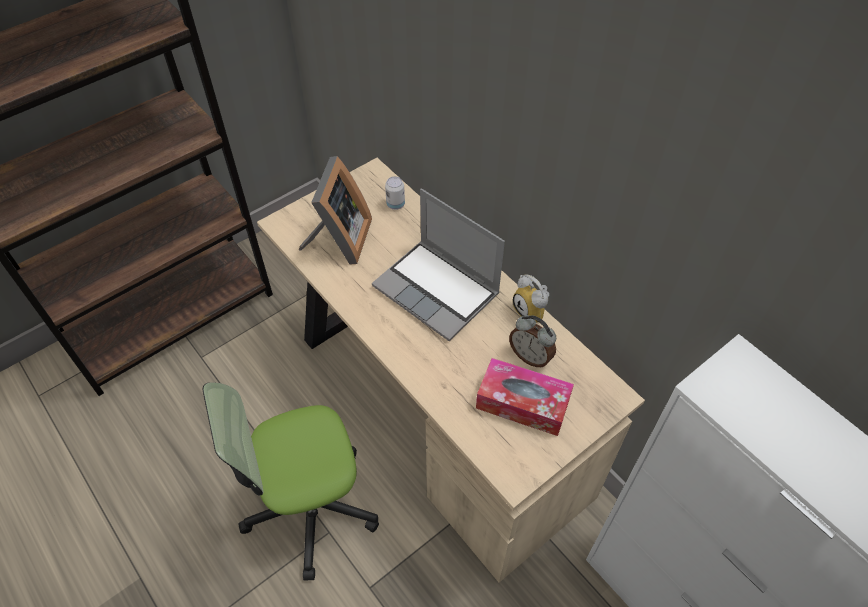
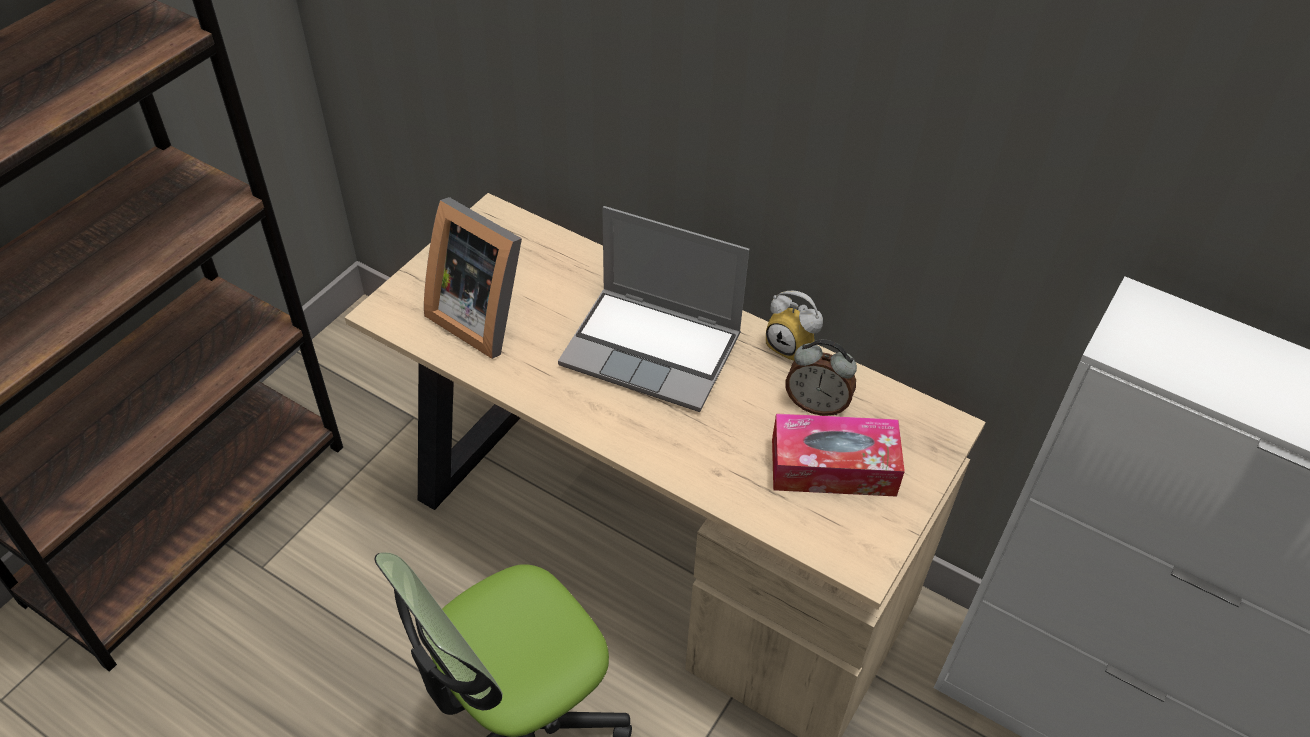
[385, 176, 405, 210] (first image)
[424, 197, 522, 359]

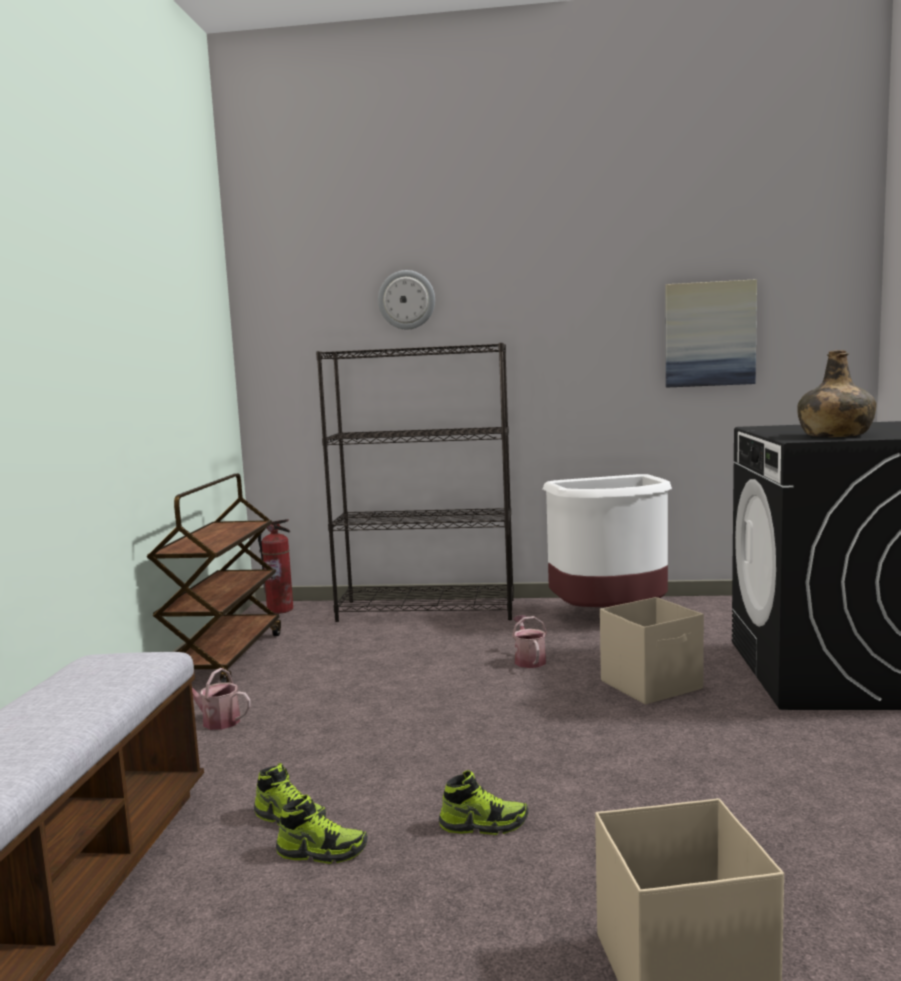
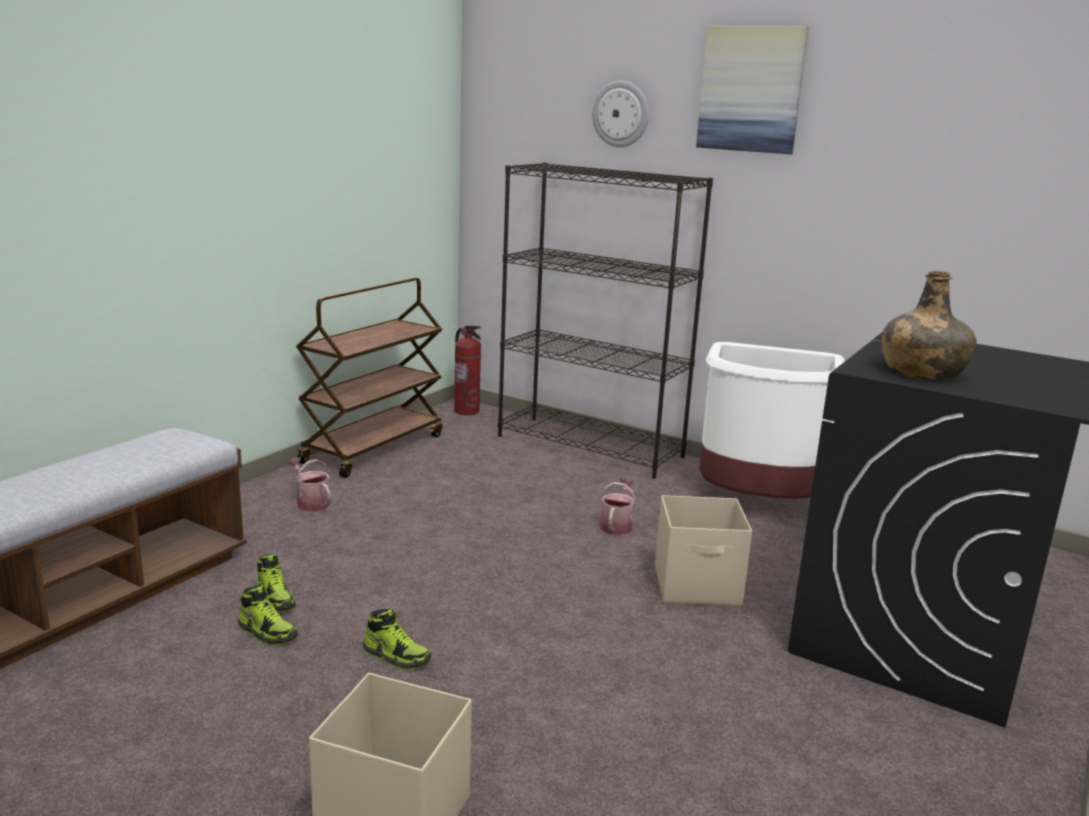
[696, 26, 809, 154]

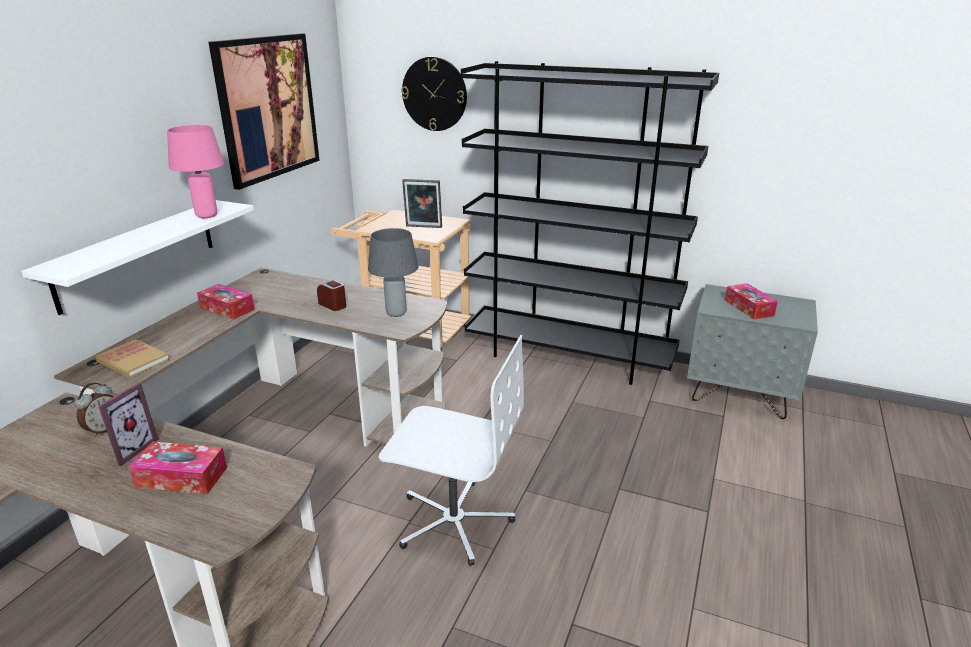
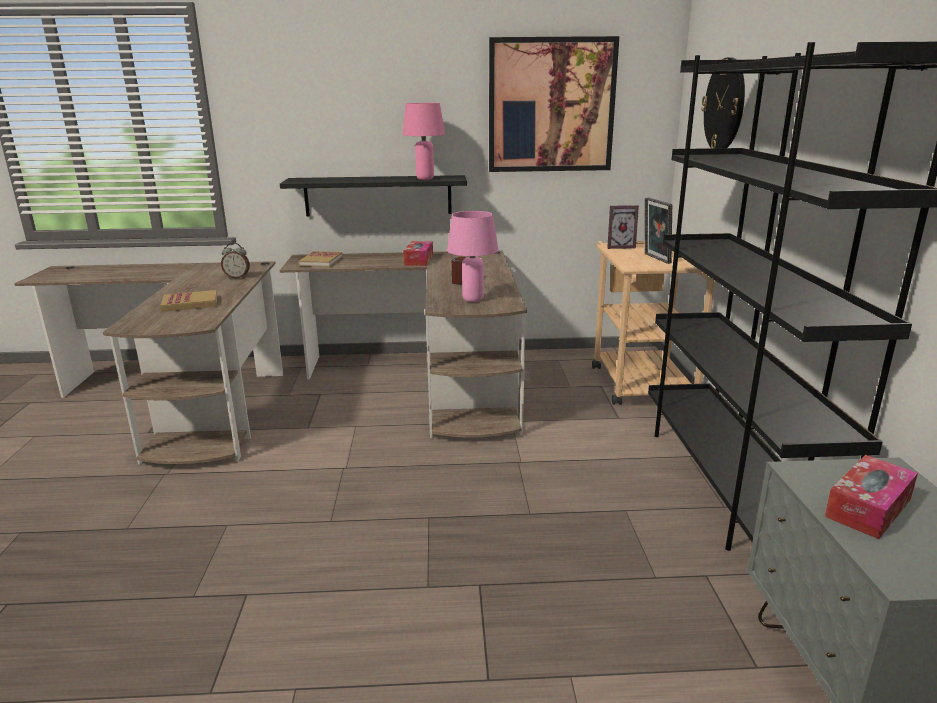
[379, 335, 524, 566] (first image)
[607, 205, 639, 249]
[160, 290, 217, 312]
[280, 175, 467, 217]
[447, 211, 498, 302]

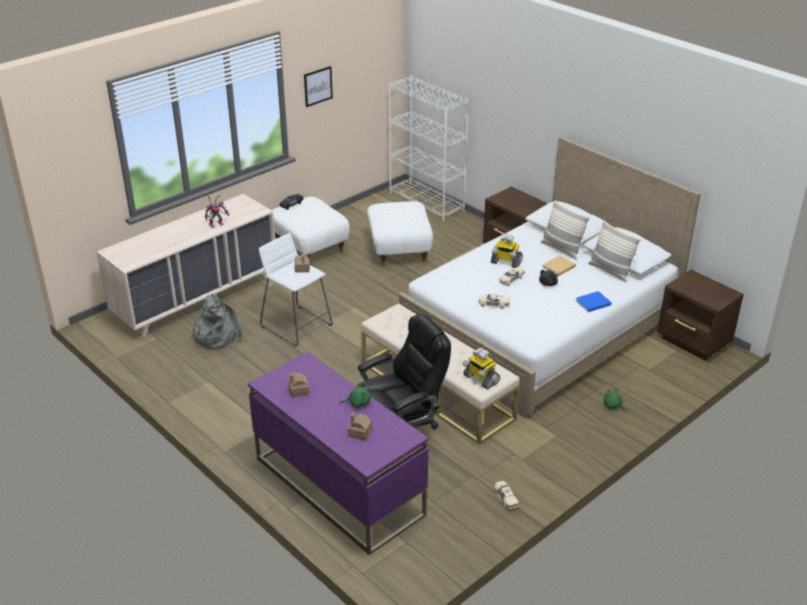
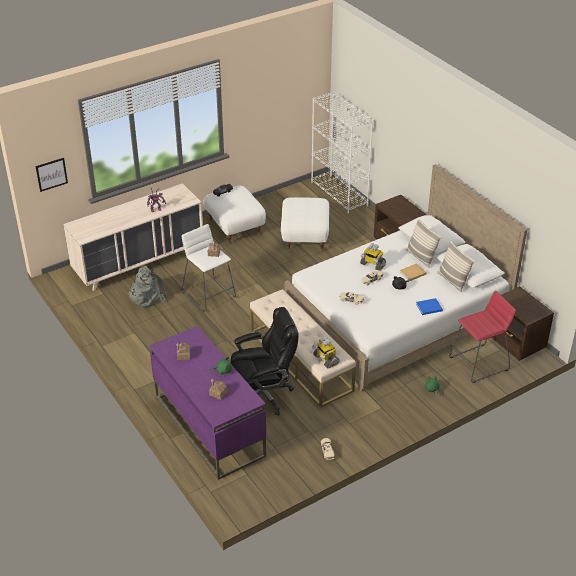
[449, 291, 516, 383]
[35, 158, 68, 192]

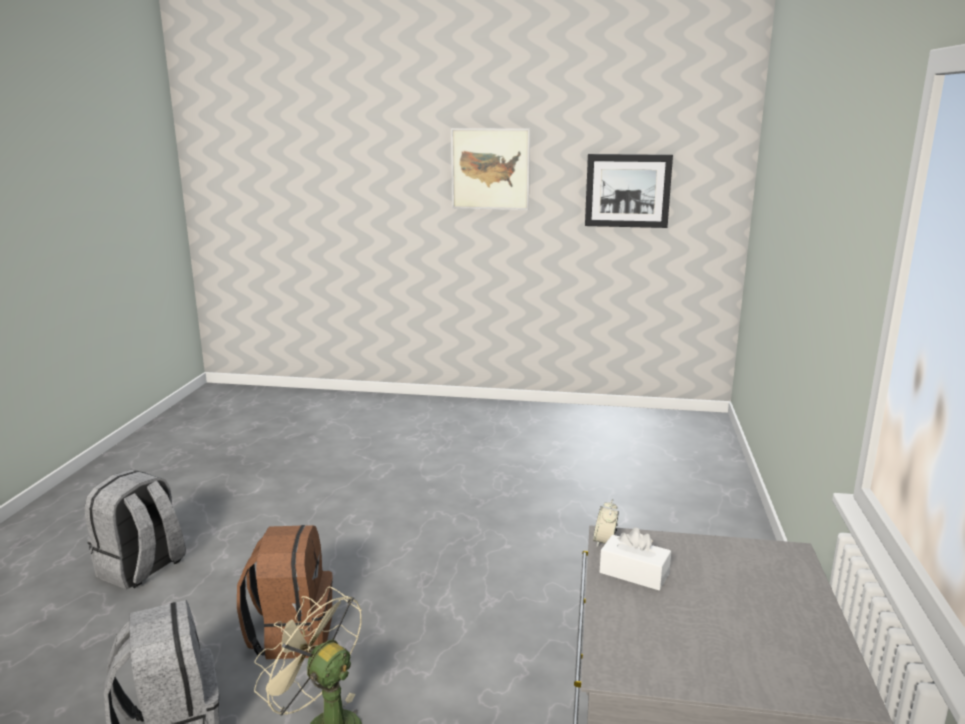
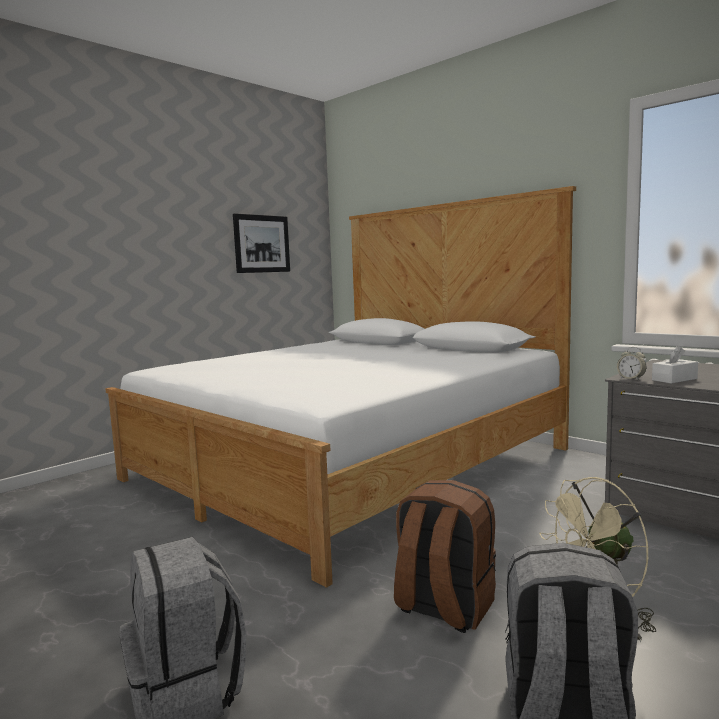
[451, 128, 530, 210] (first image)
[105, 186, 576, 588]

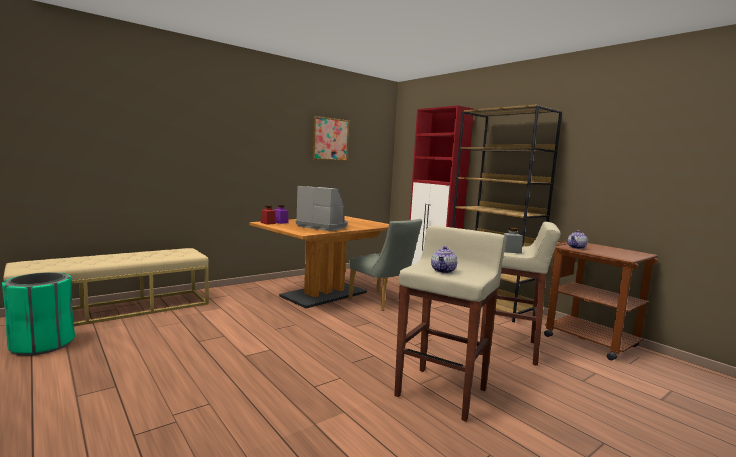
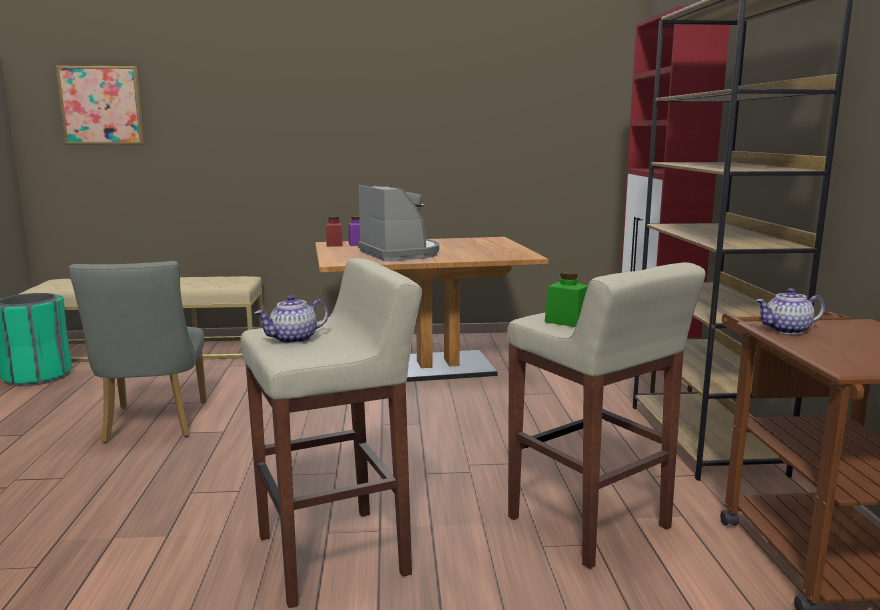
[56, 66, 144, 145]
[69, 261, 207, 443]
[545, 271, 588, 327]

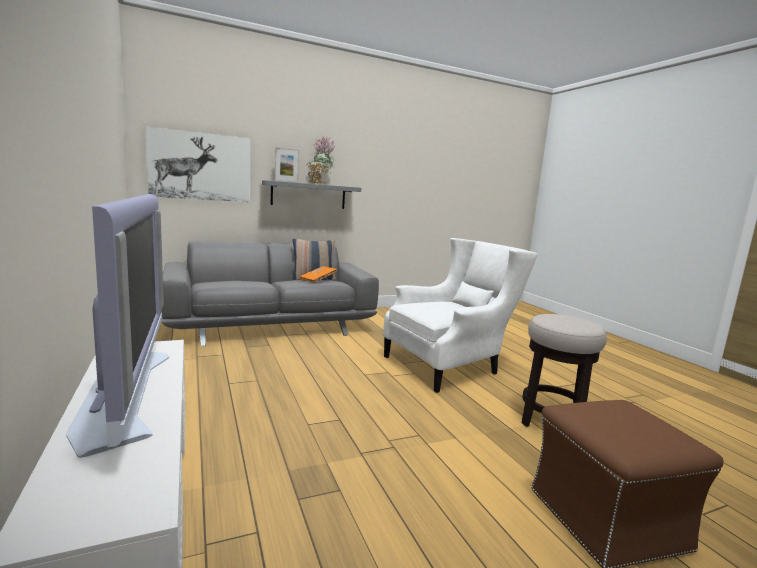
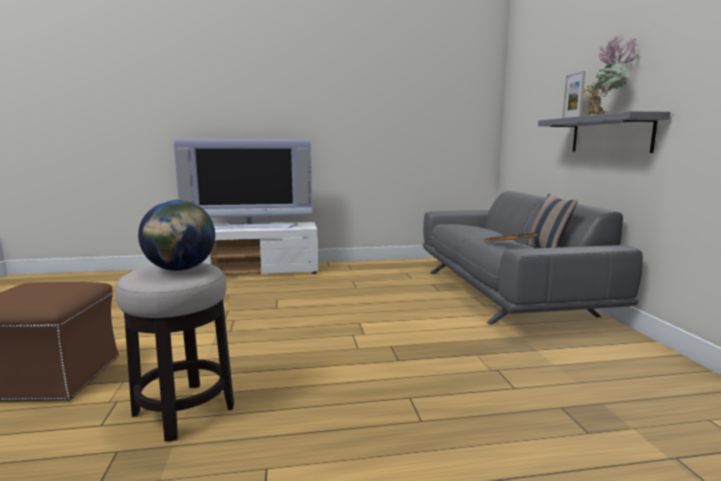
[146, 127, 251, 203] (first image)
[383, 238, 537, 393] (first image)
[138, 200, 215, 271]

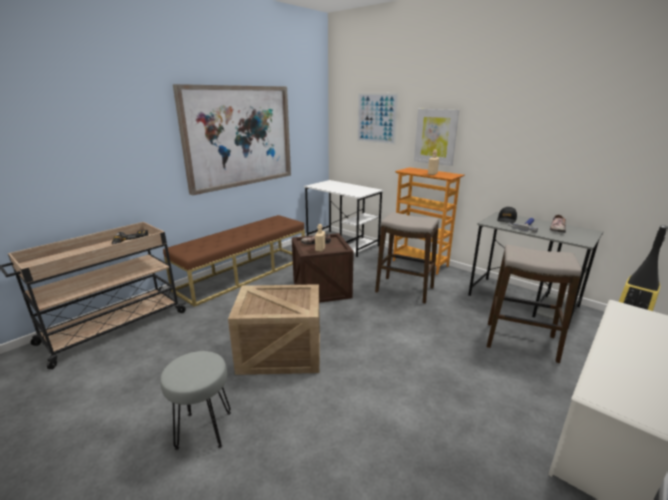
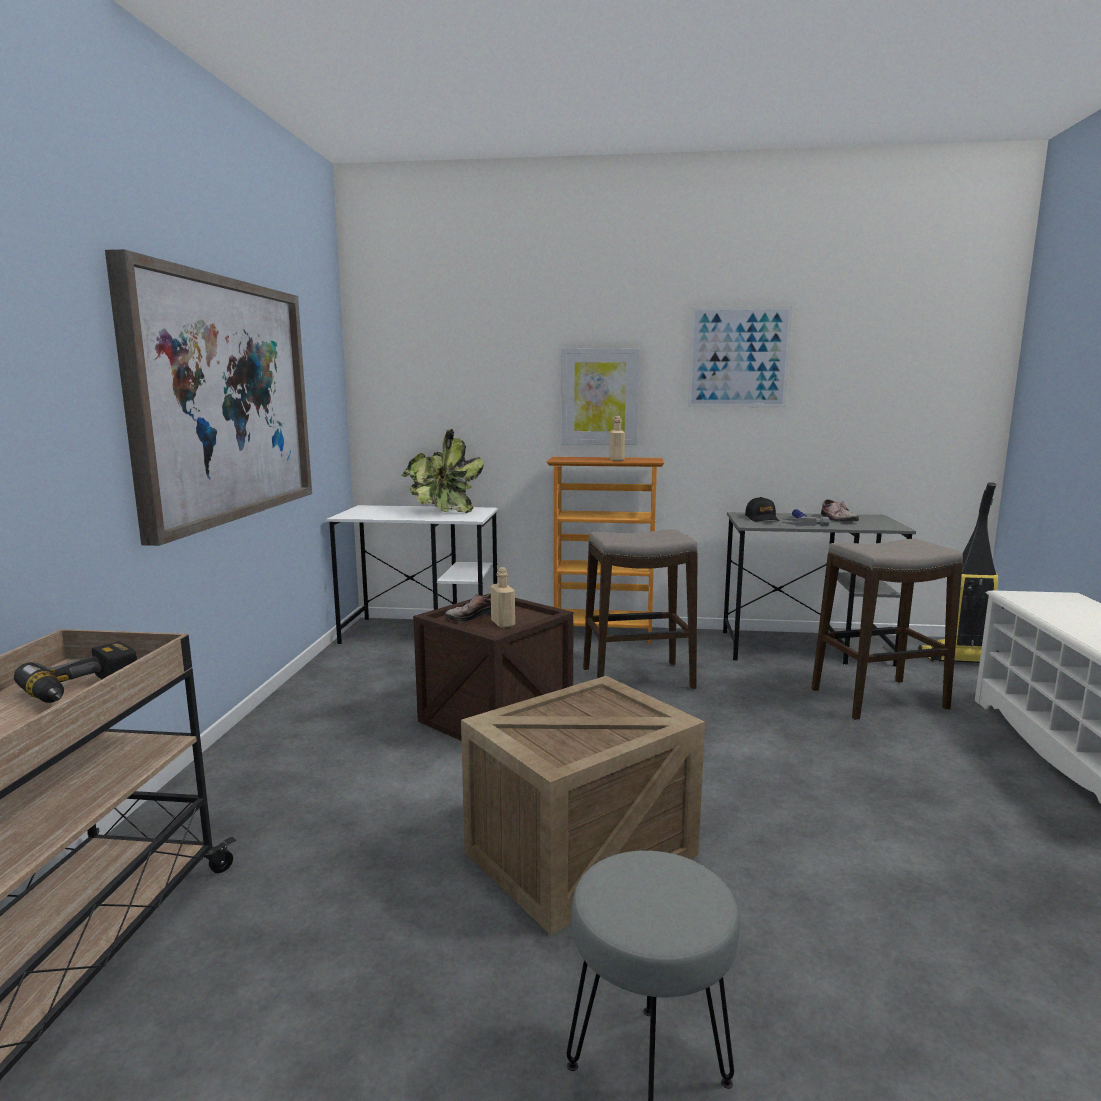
[163, 215, 305, 307] (first image)
[401, 428, 484, 513]
[688, 306, 792, 407]

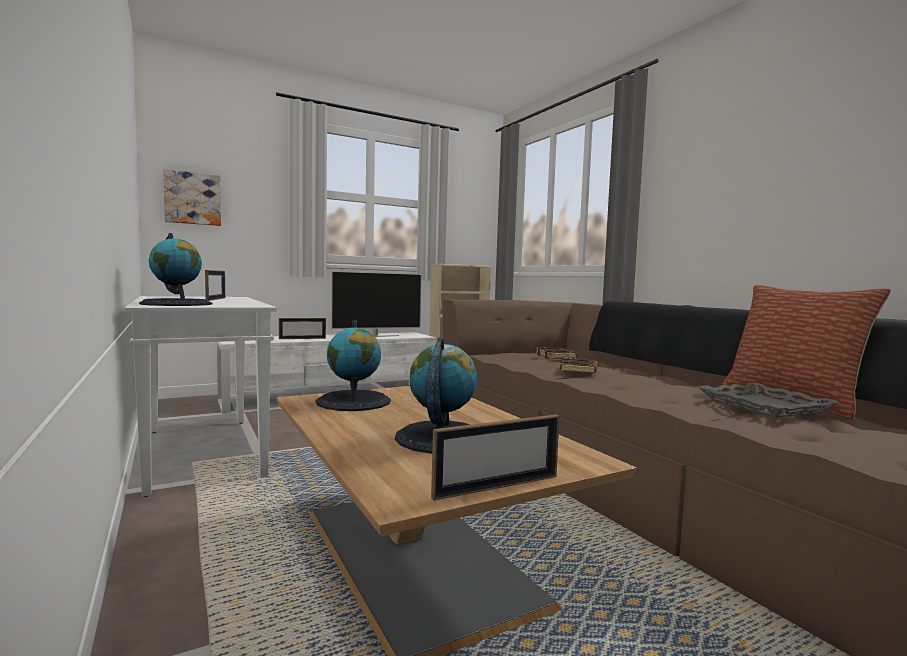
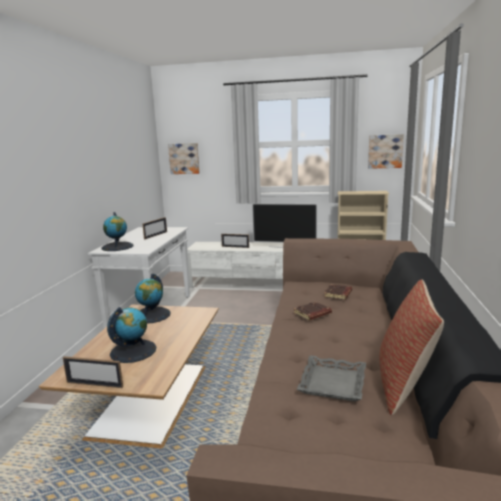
[368, 134, 404, 169]

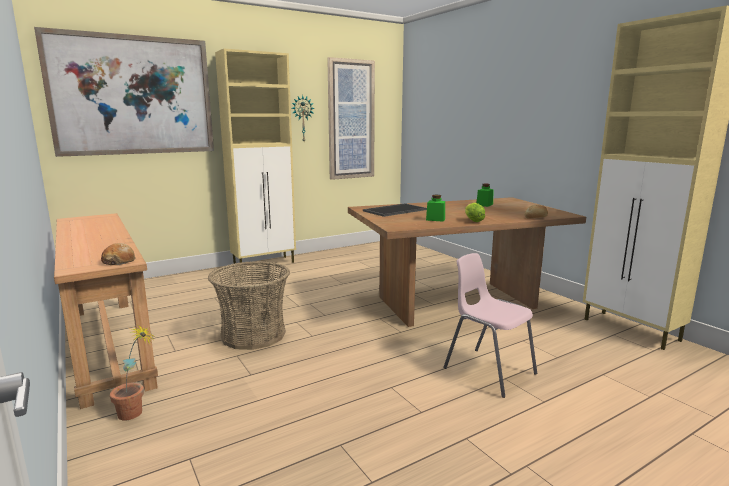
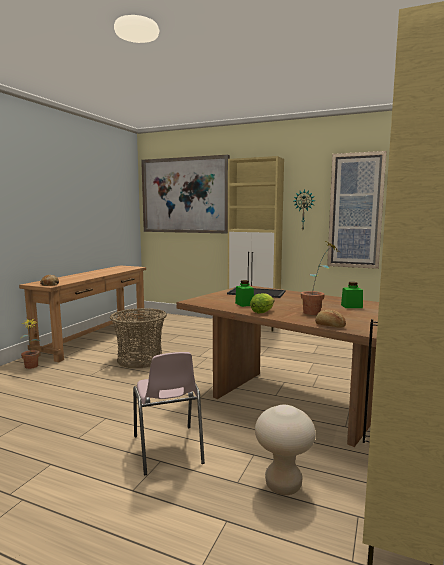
[255, 405, 316, 495]
[301, 241, 338, 315]
[133, 352, 205, 475]

